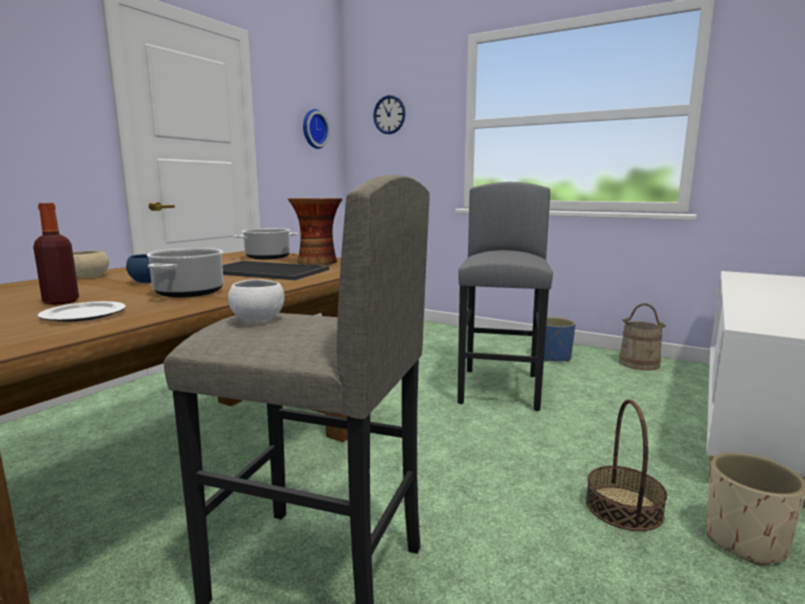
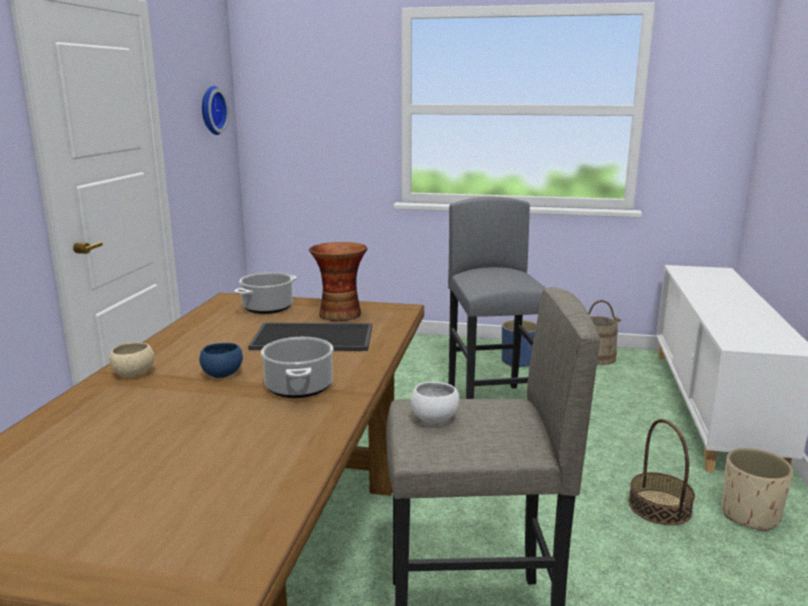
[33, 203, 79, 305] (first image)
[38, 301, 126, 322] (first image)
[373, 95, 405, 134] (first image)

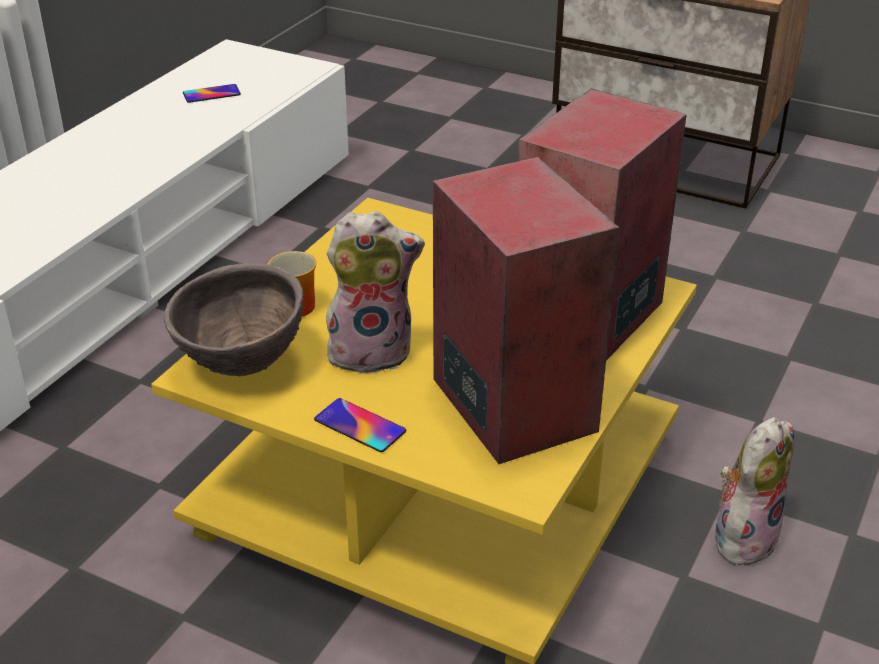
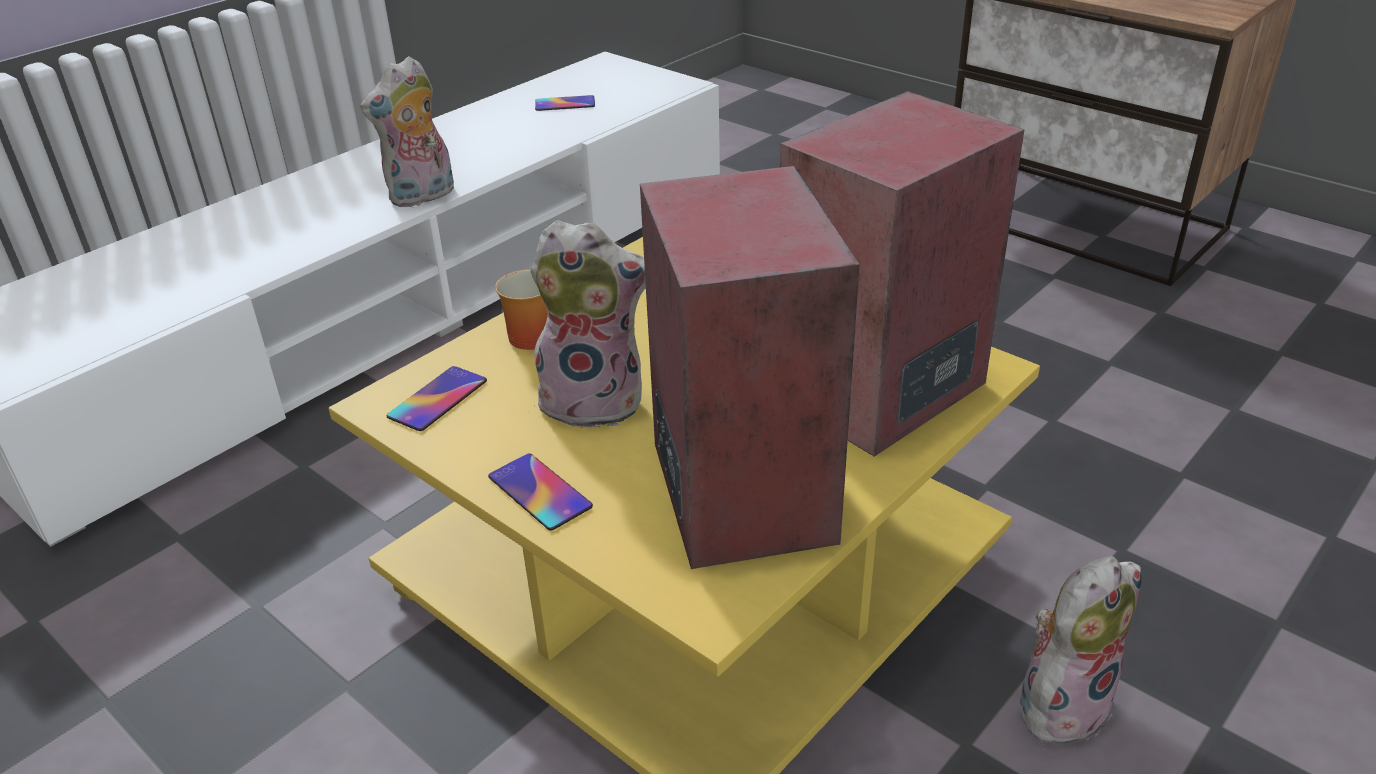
[360, 56, 454, 208]
[387, 366, 487, 431]

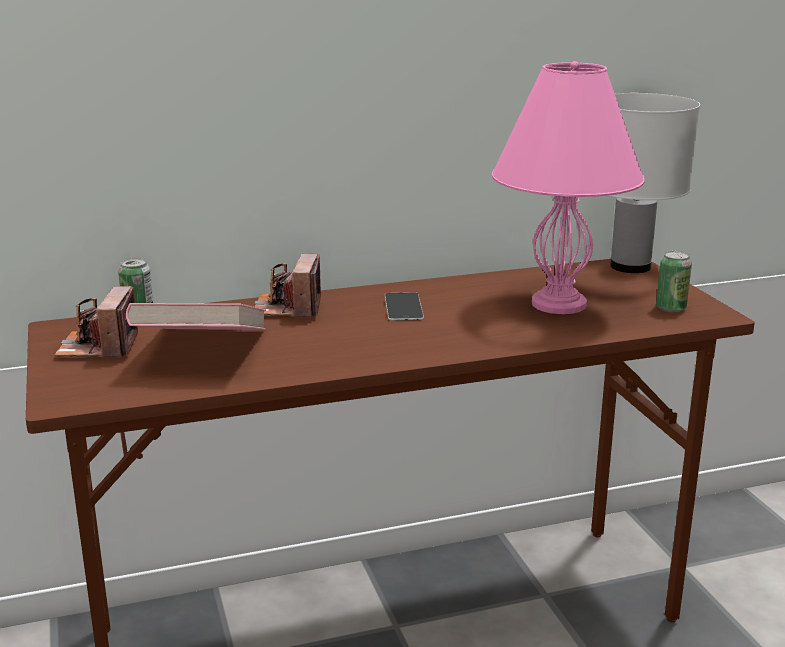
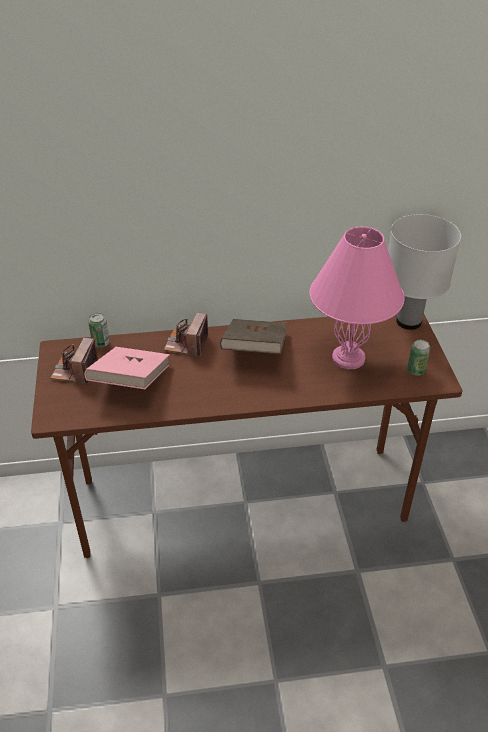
[220, 319, 287, 354]

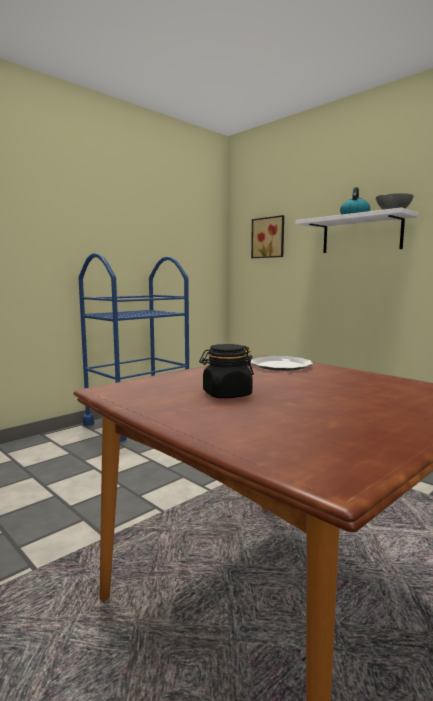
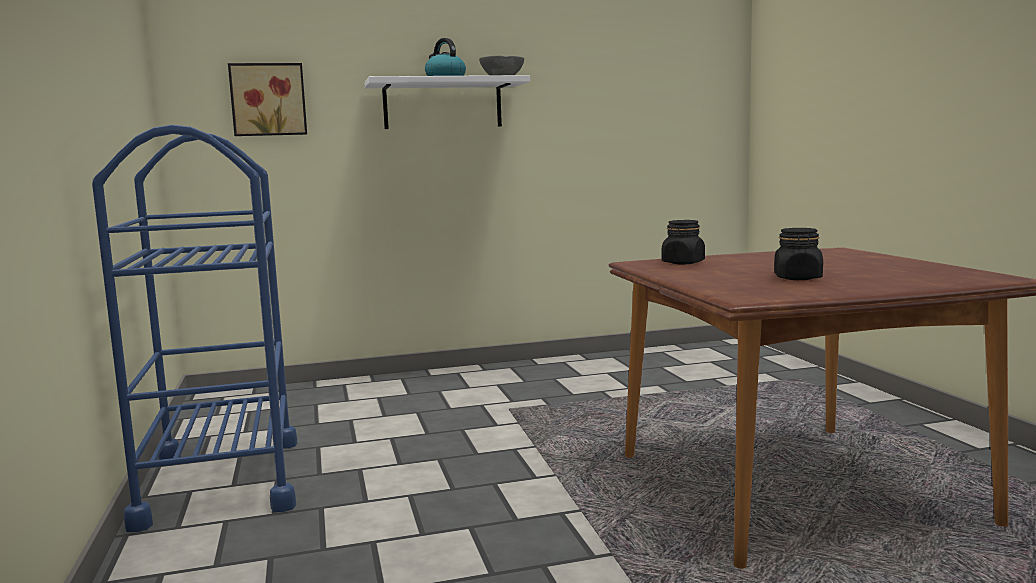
[662, 220, 705, 264]

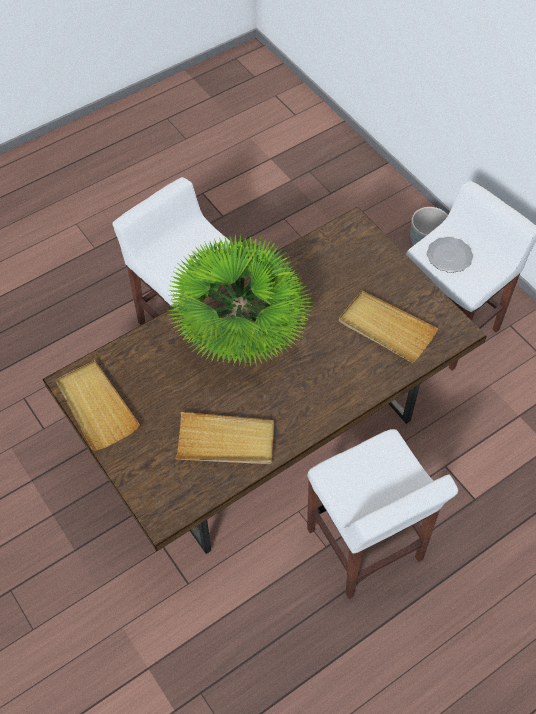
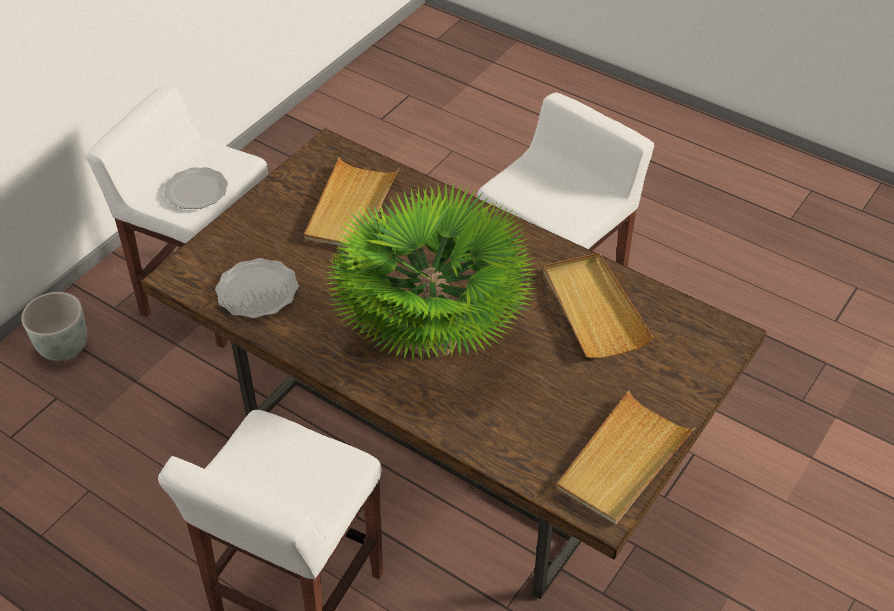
[215, 258, 299, 319]

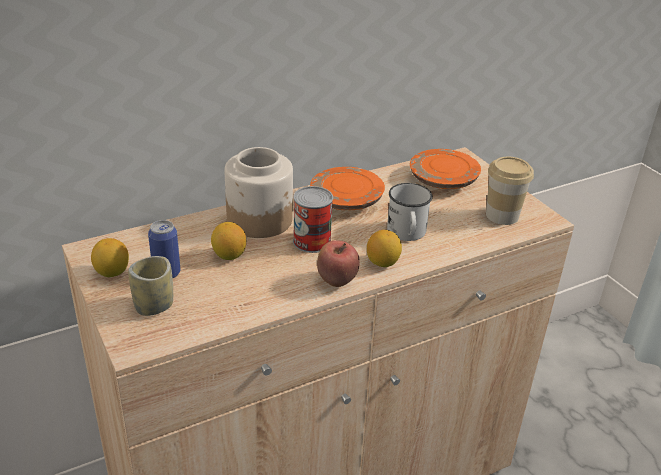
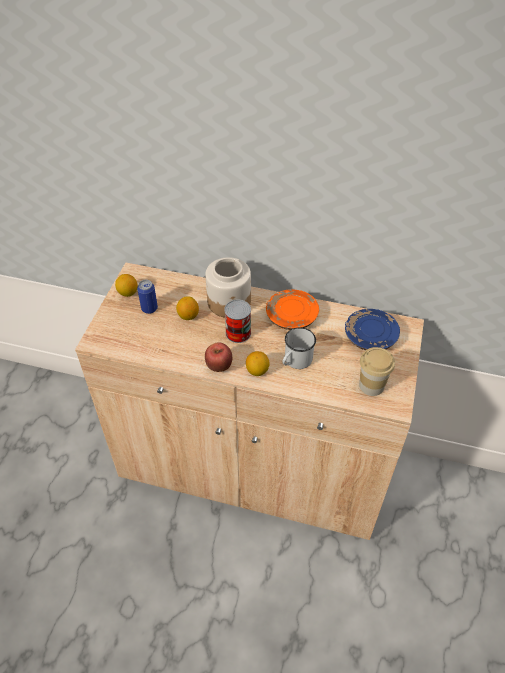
[128, 256, 173, 316] (first image)
[345, 309, 400, 350]

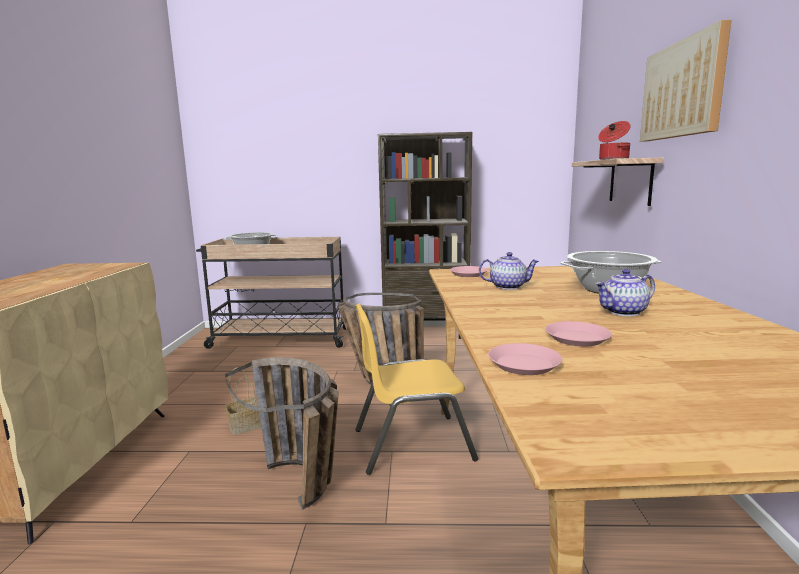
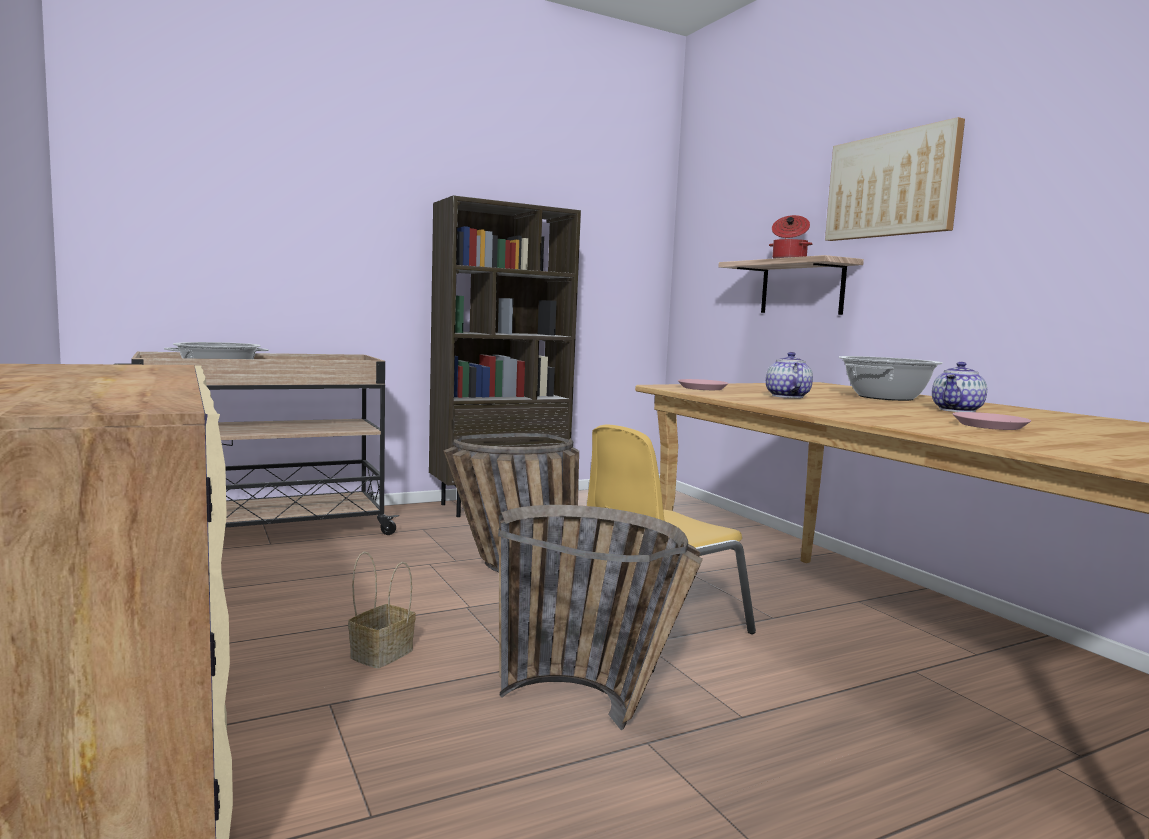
[488, 343, 562, 375] (first image)
[766, 352, 813, 398]

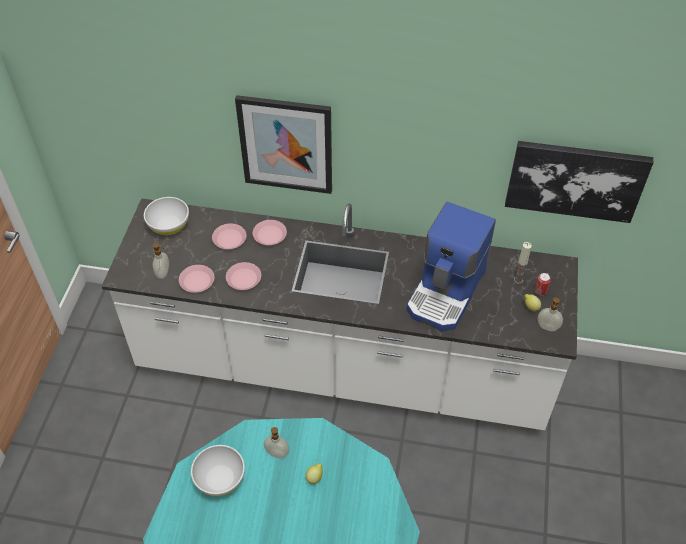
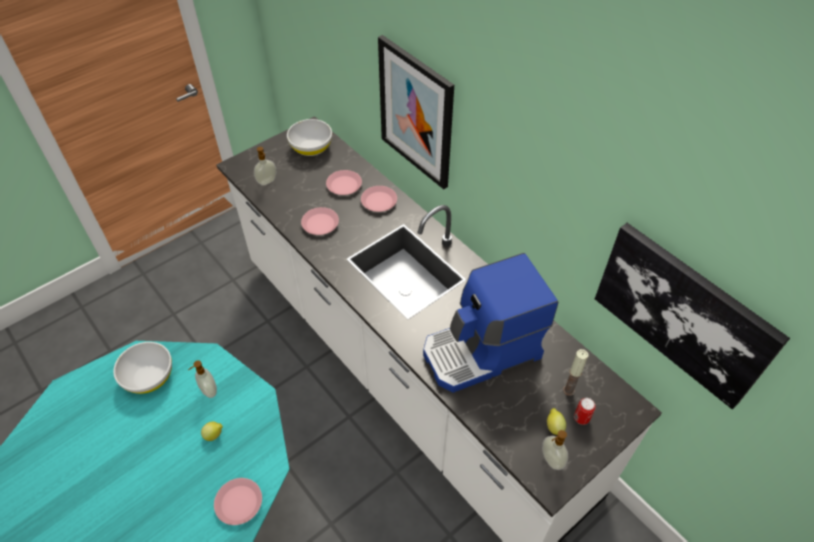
[214, 478, 262, 525]

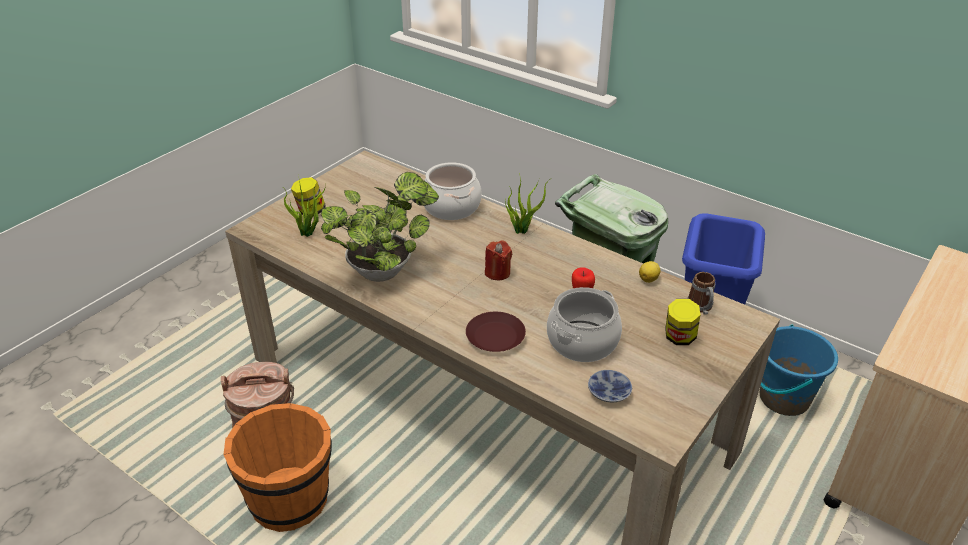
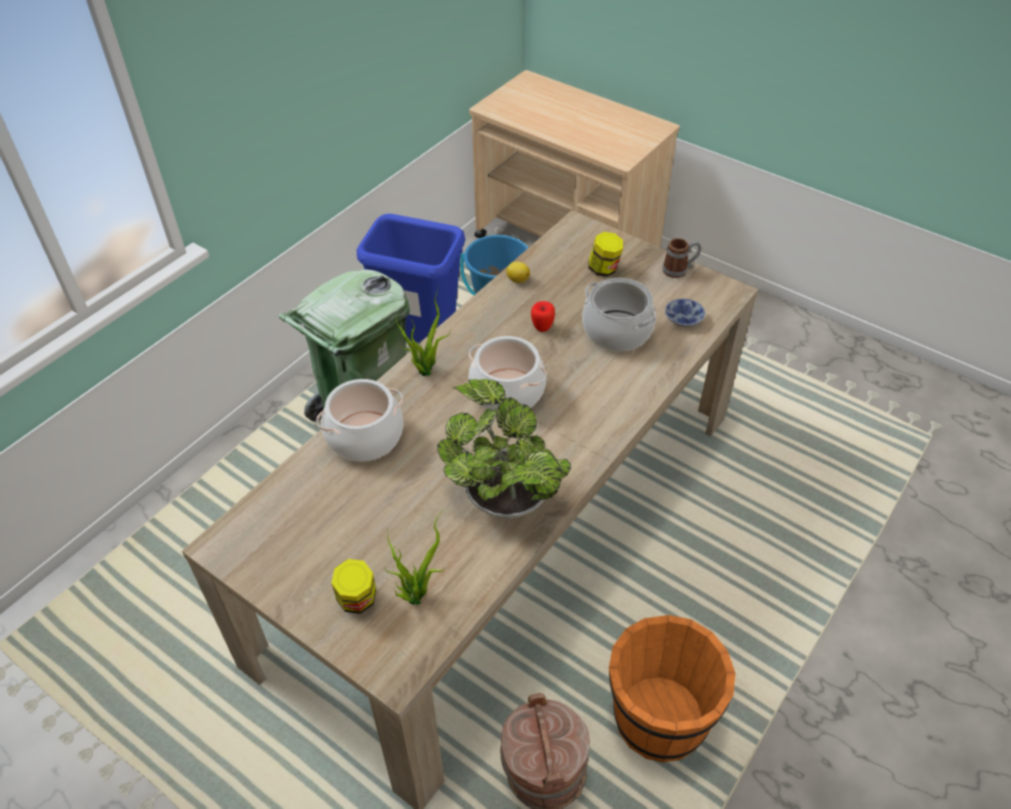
[466, 312, 526, 352] (first image)
[662, 238, 701, 278]
[468, 336, 547, 411]

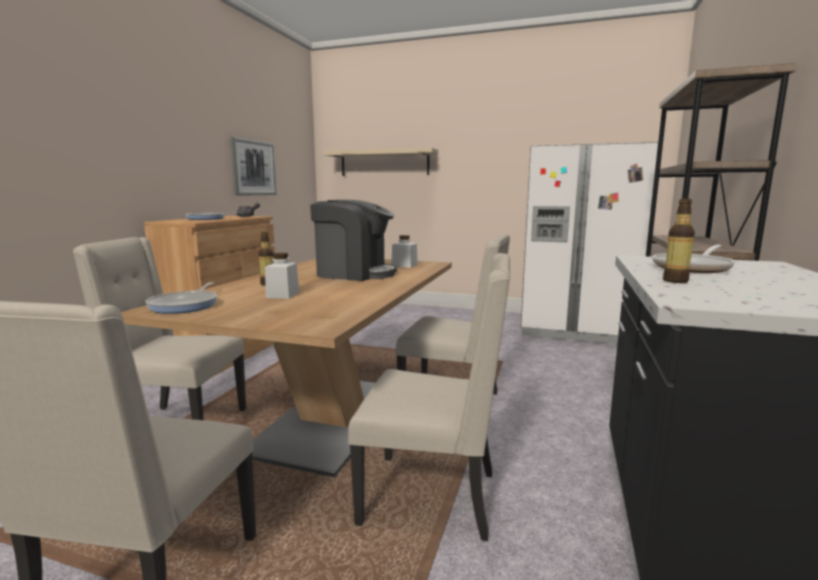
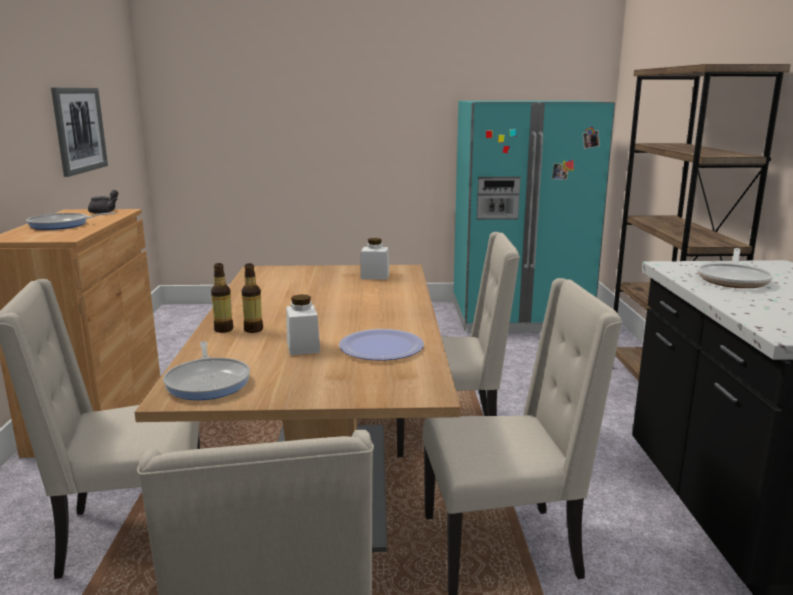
[310, 200, 397, 281] (first image)
[323, 148, 438, 176] (first image)
[339, 329, 424, 361]
[211, 263, 234, 333]
[453, 101, 615, 333]

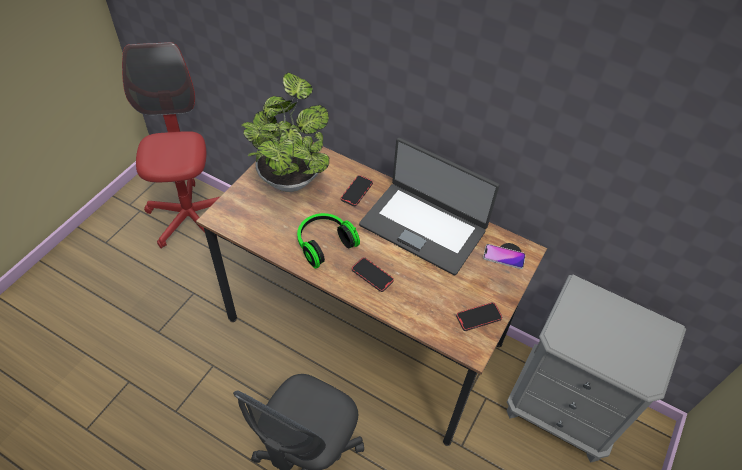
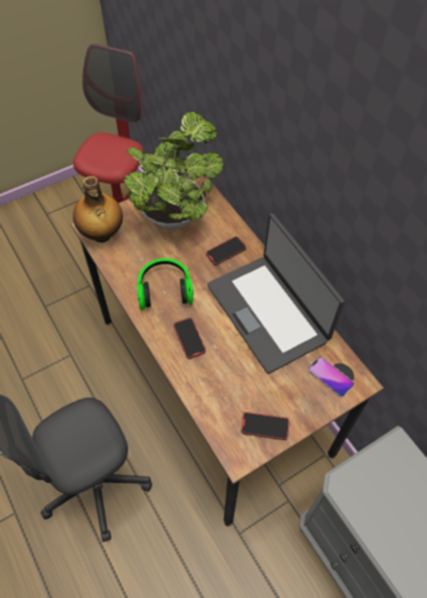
[73, 176, 123, 242]

